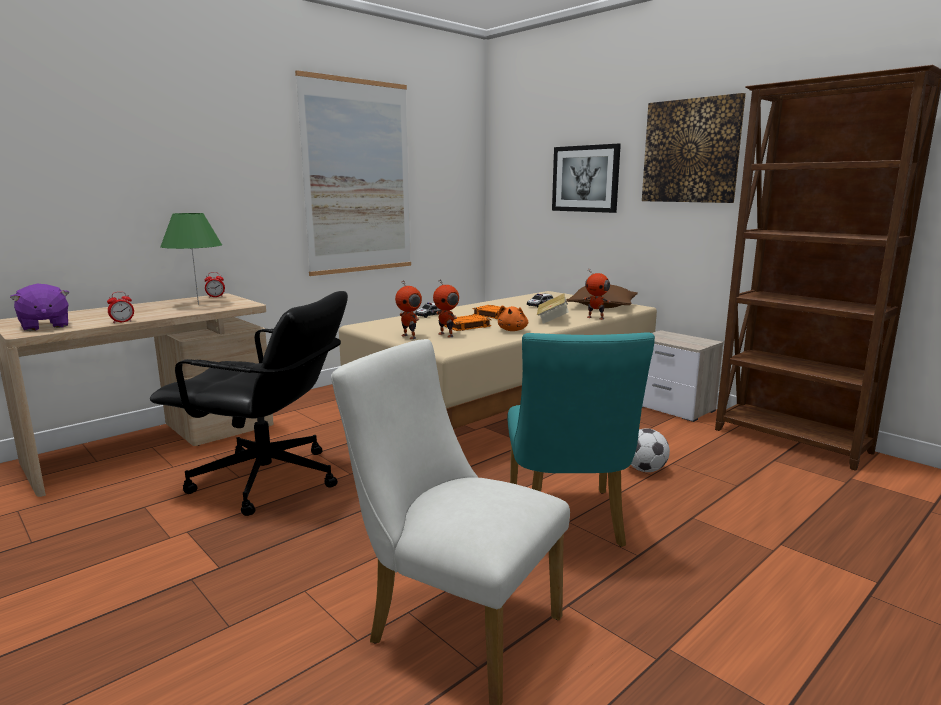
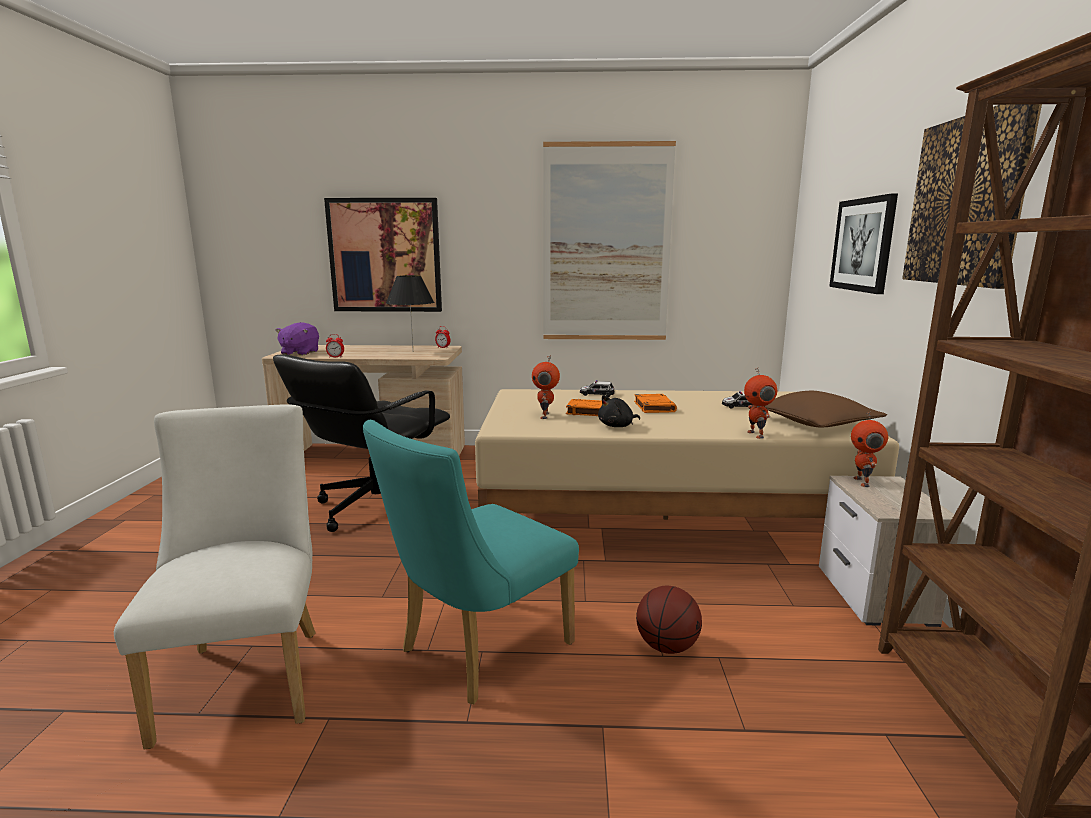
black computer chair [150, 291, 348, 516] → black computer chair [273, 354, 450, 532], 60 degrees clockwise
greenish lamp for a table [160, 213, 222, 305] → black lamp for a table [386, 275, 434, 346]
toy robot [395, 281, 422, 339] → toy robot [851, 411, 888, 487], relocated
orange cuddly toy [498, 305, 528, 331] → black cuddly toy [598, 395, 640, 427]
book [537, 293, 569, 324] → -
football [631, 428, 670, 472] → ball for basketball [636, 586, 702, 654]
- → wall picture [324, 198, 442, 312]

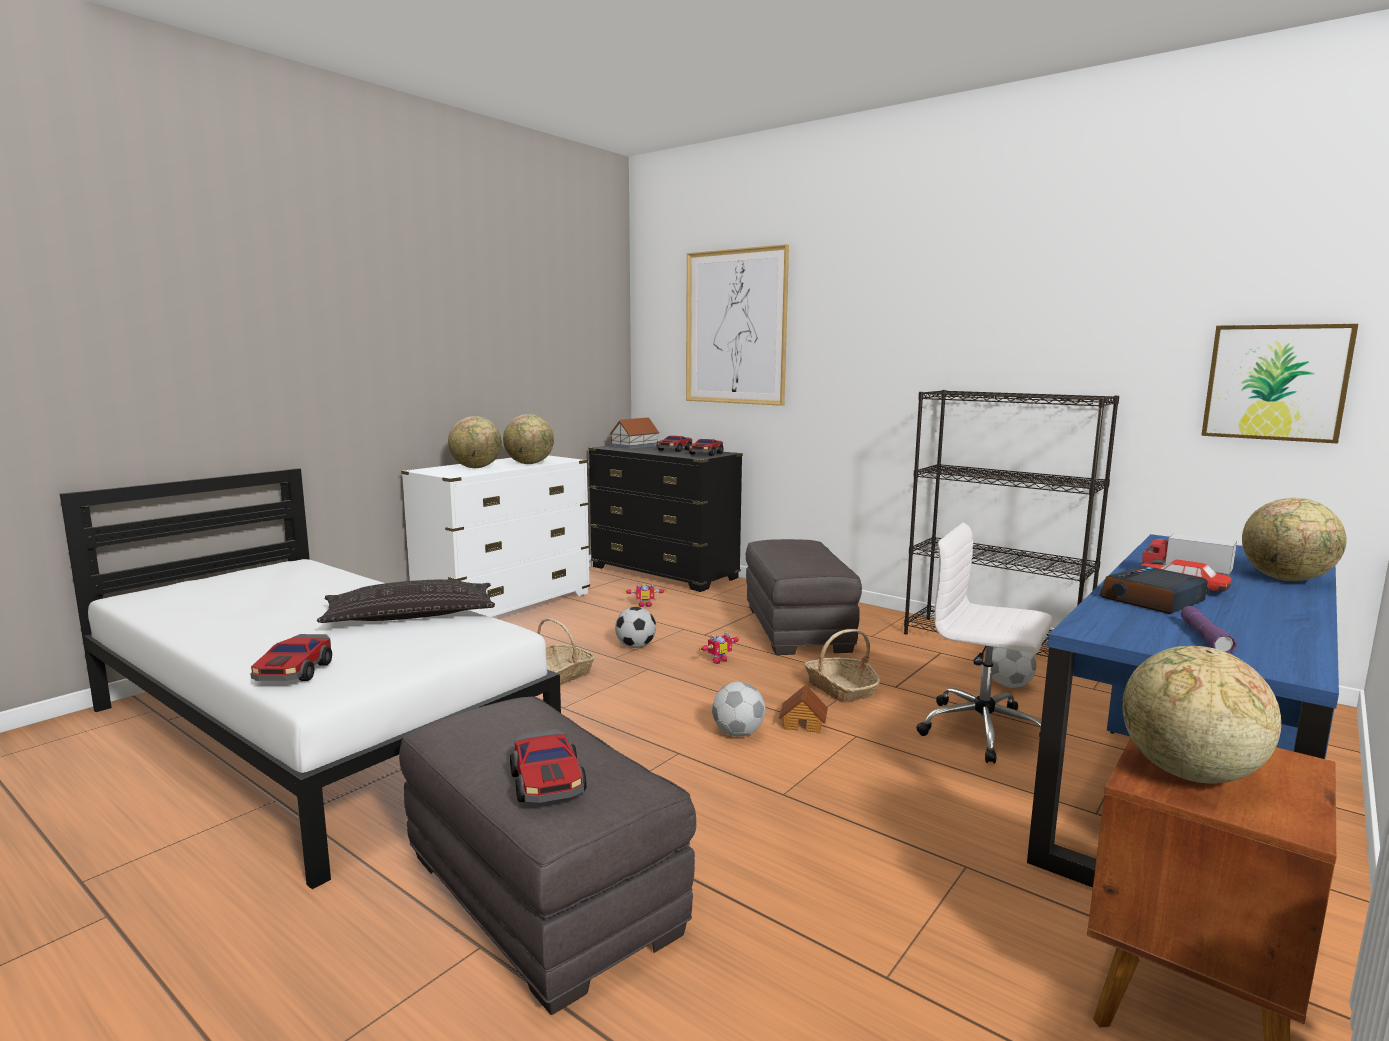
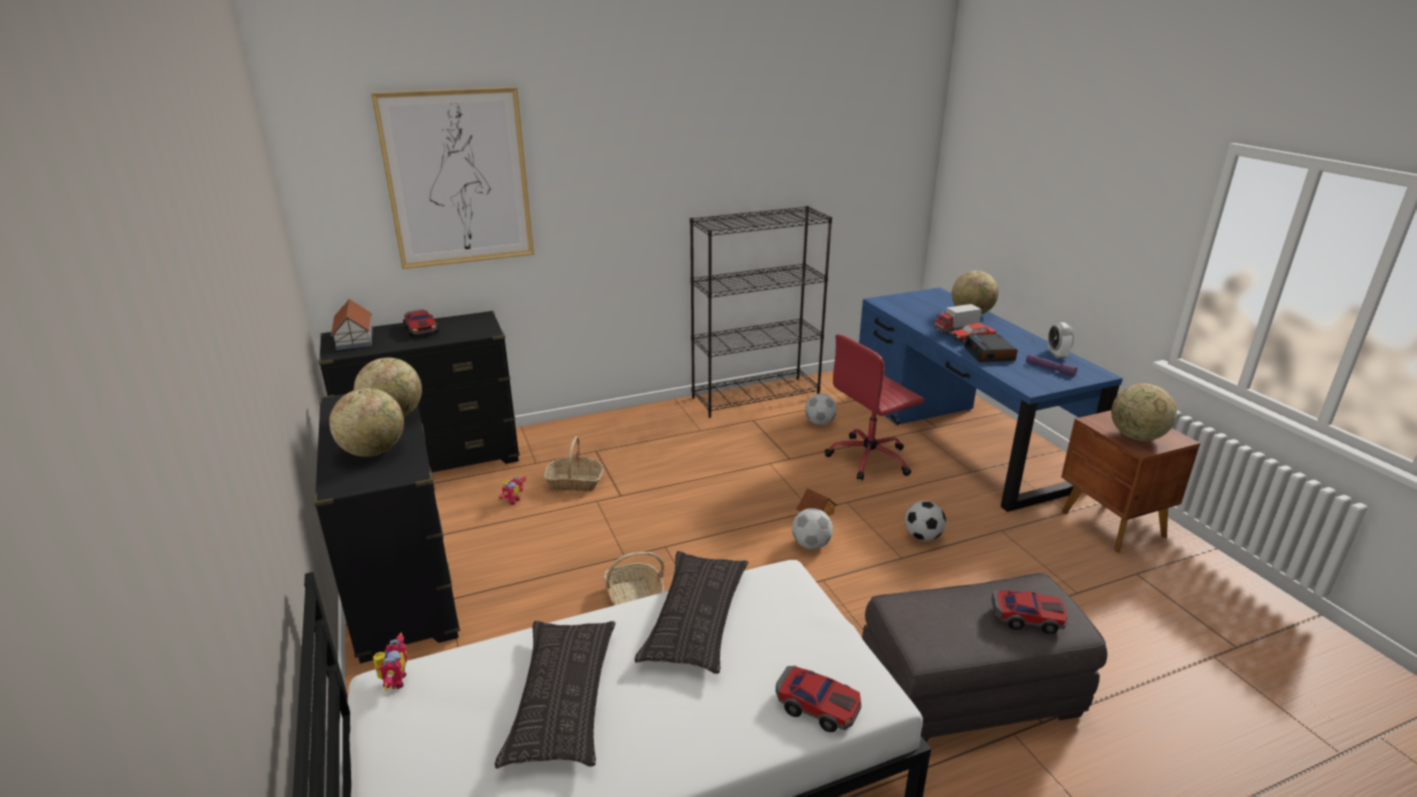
white-coloured chest of drawers [401, 455, 590, 617] → black chest of drawers [314, 394, 460, 663]
football [615, 607, 656, 648] → football [905, 501, 946, 541], relocated
model car [689, 439, 723, 456] → -
toy robot [699, 632, 740, 664] → toy robot [373, 632, 408, 692], relocated
greyish footrest [746, 539, 862, 655] → -
storage basket [804, 629, 880, 703] → storage basket [544, 436, 603, 491], relocated
white-coloured computer chair [917, 523, 1052, 764] → red-coloured computer chair [825, 334, 924, 481]
wall picture [1201, 324, 1358, 444] → -
- → cushion [495, 621, 615, 769]
- → alarm clock [1048, 323, 1074, 358]

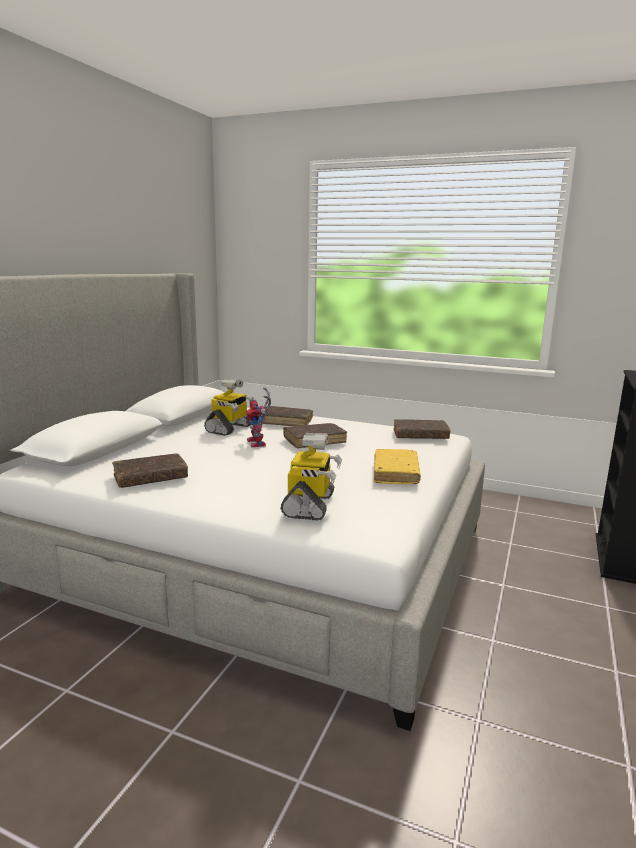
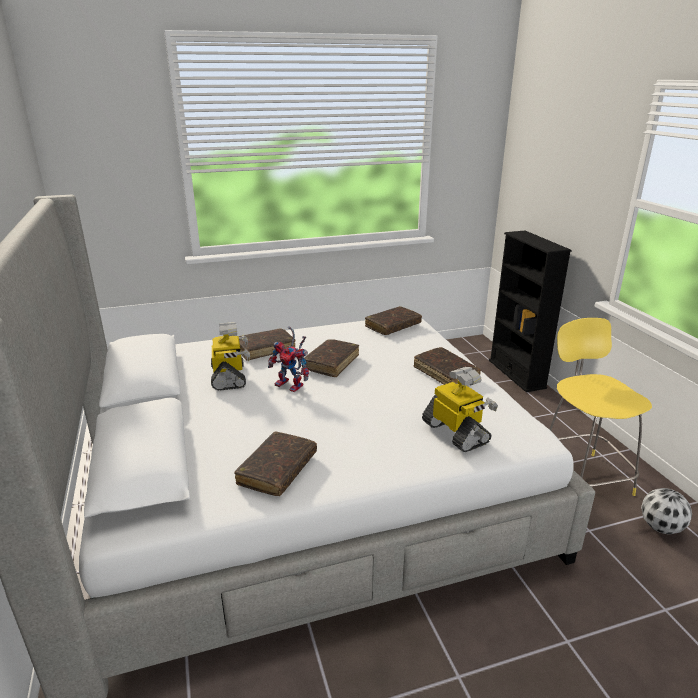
yellow book [374, 449, 421, 484] → brown book [413, 347, 481, 385]
- → yellow stool [549, 318, 652, 496]
- → football [641, 488, 692, 534]

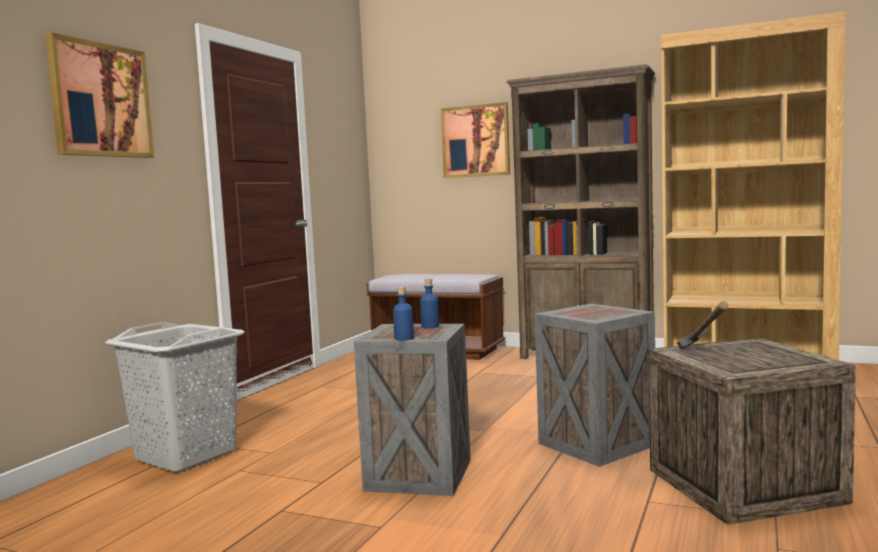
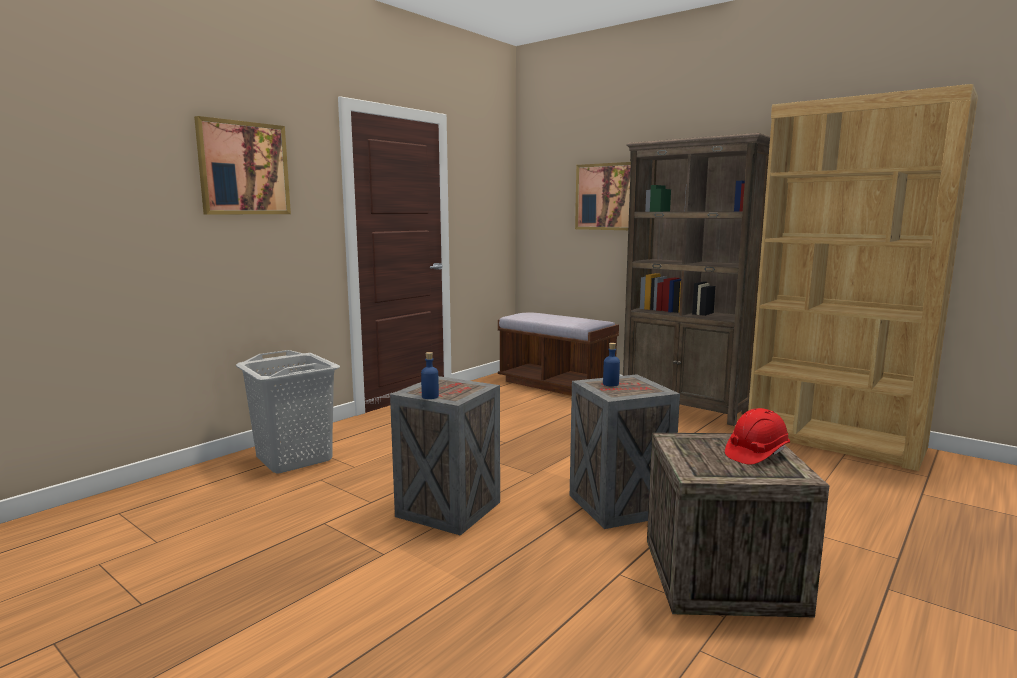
blue-coloured beverage bottle [420, 279, 439, 328] → blue-coloured beverage bottle [603, 343, 620, 387], relocated
hand hammer [677, 301, 728, 349] → -
- → red-coloured safety helmet [725, 408, 790, 465]

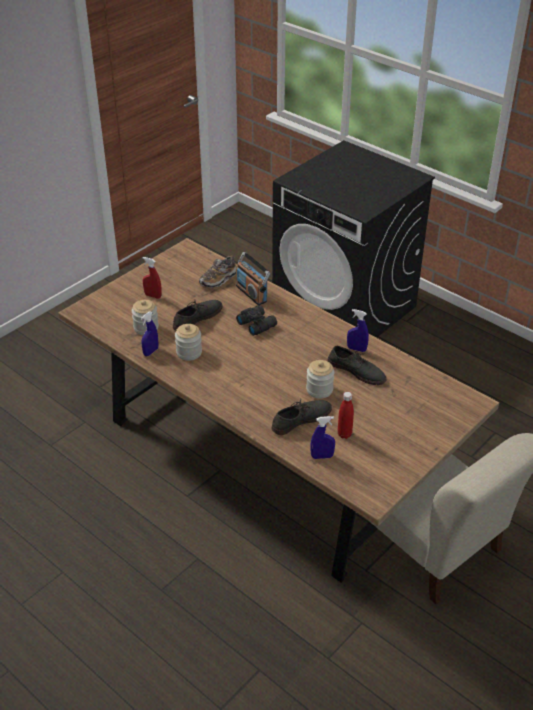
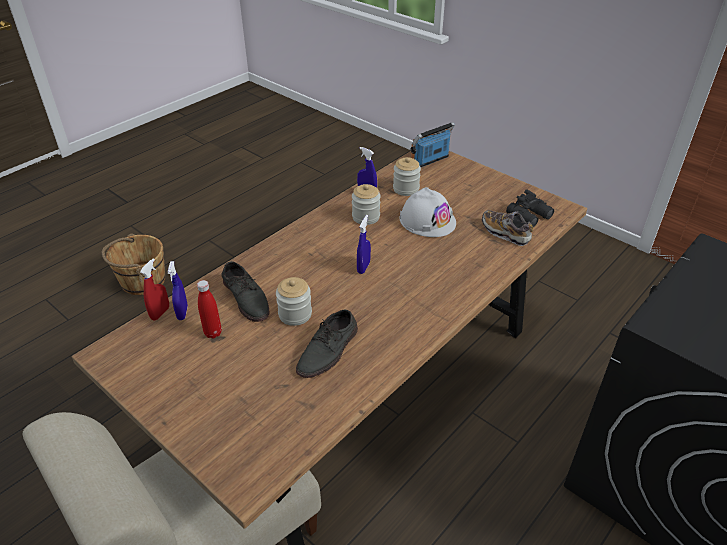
red-coloured spray bottle [142, 257, 162, 299] → red-coloured spray bottle [140, 258, 169, 321], relocated
greyish low shoe [173, 300, 223, 331] → white-coloured safety helmet [399, 187, 456, 237]
radio receiver [236, 252, 270, 305] → radio receiver [411, 122, 455, 167], relocated
black pair of binoculars [236, 305, 277, 336] → black pair of binoculars [506, 189, 554, 227], relocated
blue-coloured spray bottle [347, 309, 369, 352] → blue-coloured spray bottle [357, 215, 371, 274], relocated
- → brown water bucket [102, 234, 165, 295]

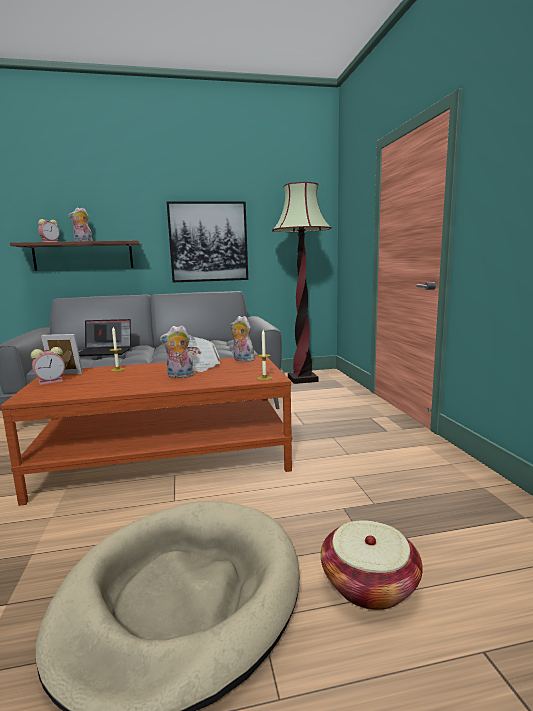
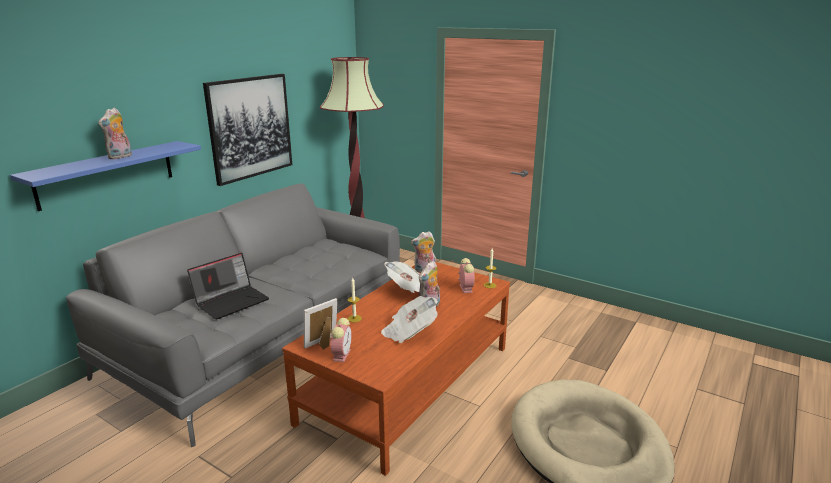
brown shelf [10, 241, 141, 271] → blue-coloured shelf [10, 141, 201, 211]
alarm clock [38, 219, 60, 242] → alarm clock [458, 258, 475, 293], relocated
storage basket [321, 520, 423, 610] → -
- → newspaper [381, 296, 438, 343]

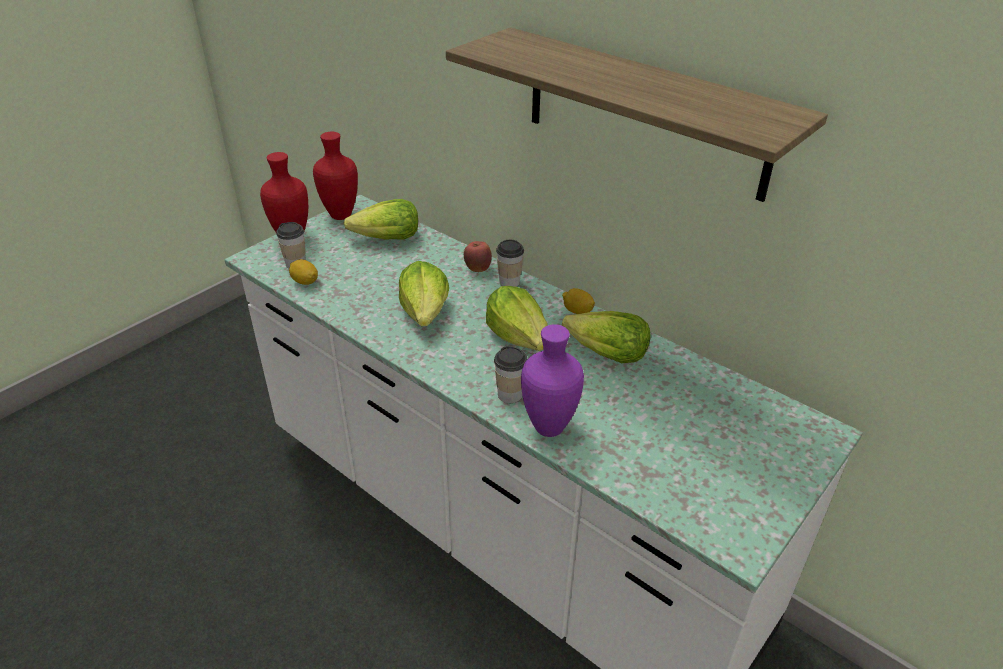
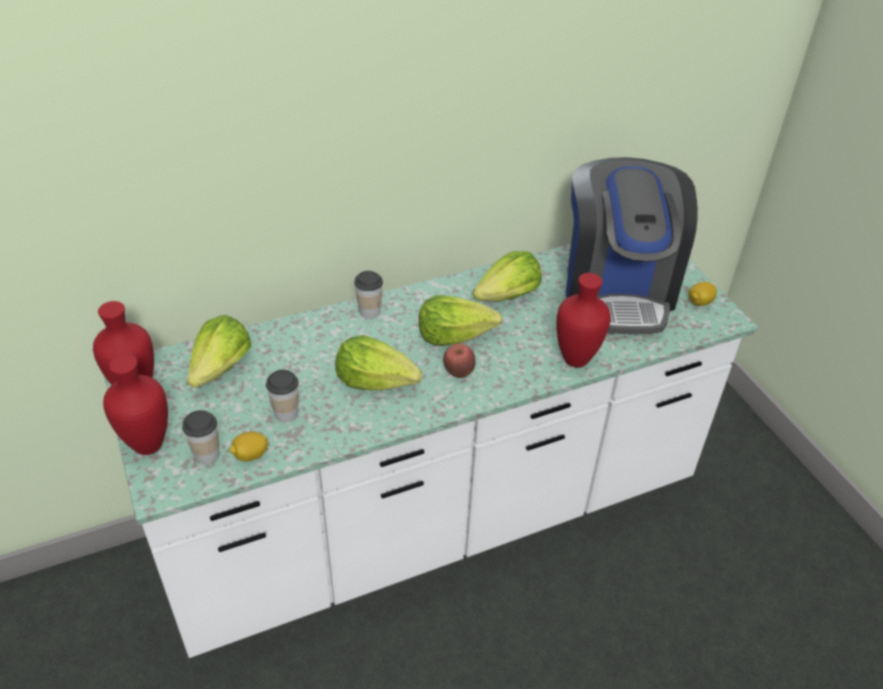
shelf [446, 27, 828, 202] → -
apple fruit [464, 241, 492, 272] → apple fruit [443, 344, 476, 378], relocated
small cup [494, 346, 528, 403] → small cup [266, 370, 299, 422], relocated
purplish flower vase [521, 324, 584, 437] → red-coloured flower vase [556, 273, 611, 368]
whole lemon [562, 288, 595, 314] → whole lemon [689, 282, 717, 306], relocated
- → coffee brewer [566, 157, 698, 334]

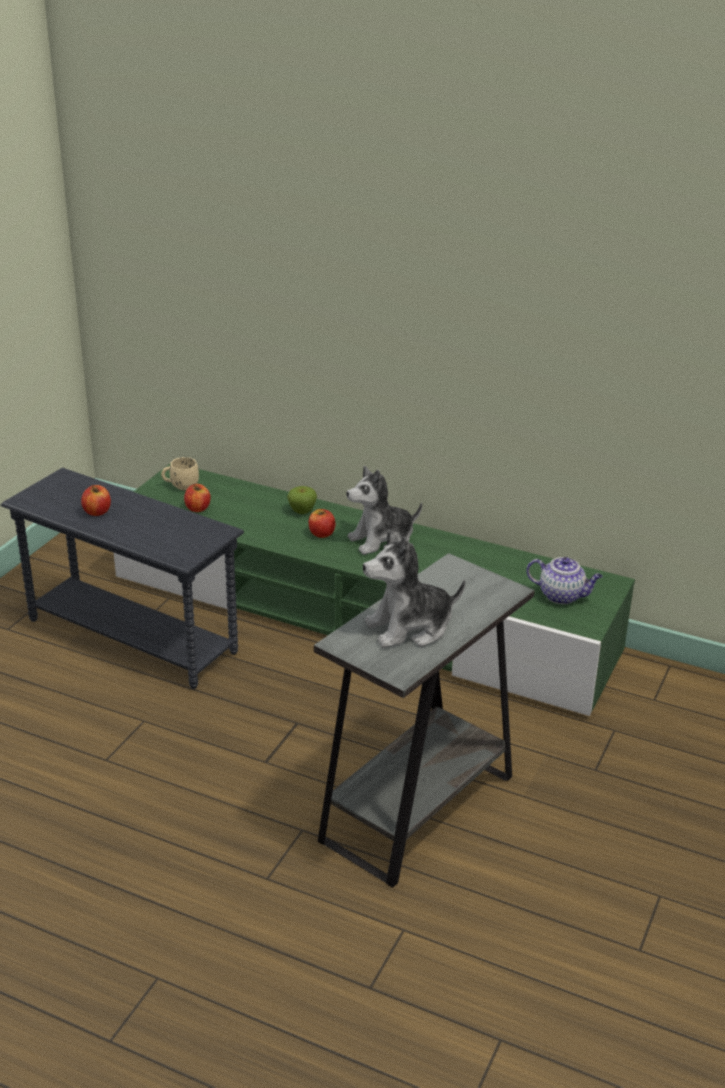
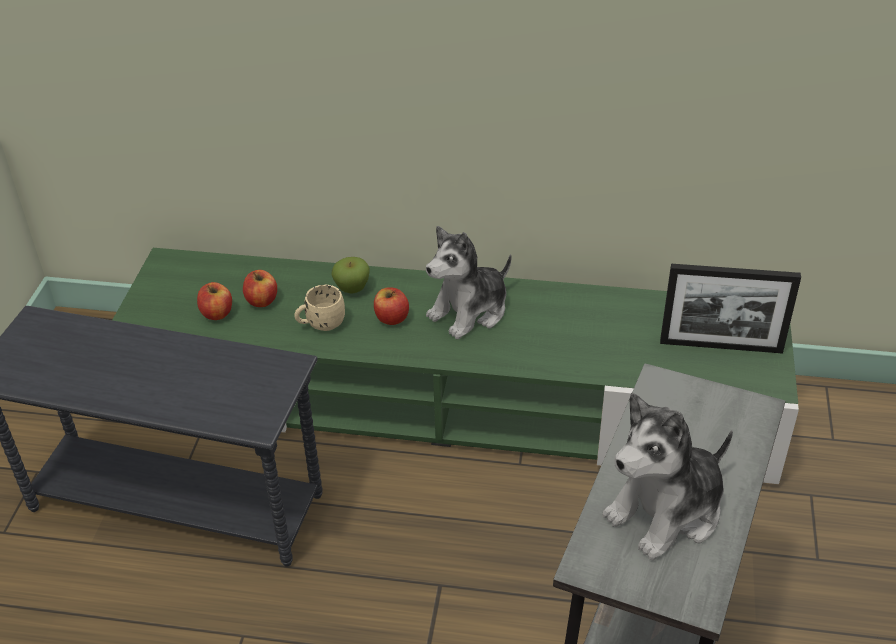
apple fruit [81, 485, 111, 516] → apple fruit [243, 270, 277, 307], relocated
beige mug [161, 457, 199, 490] → beige mug [294, 285, 345, 331], relocated
tea pot [526, 557, 603, 604] → picture frame [660, 264, 801, 354]

